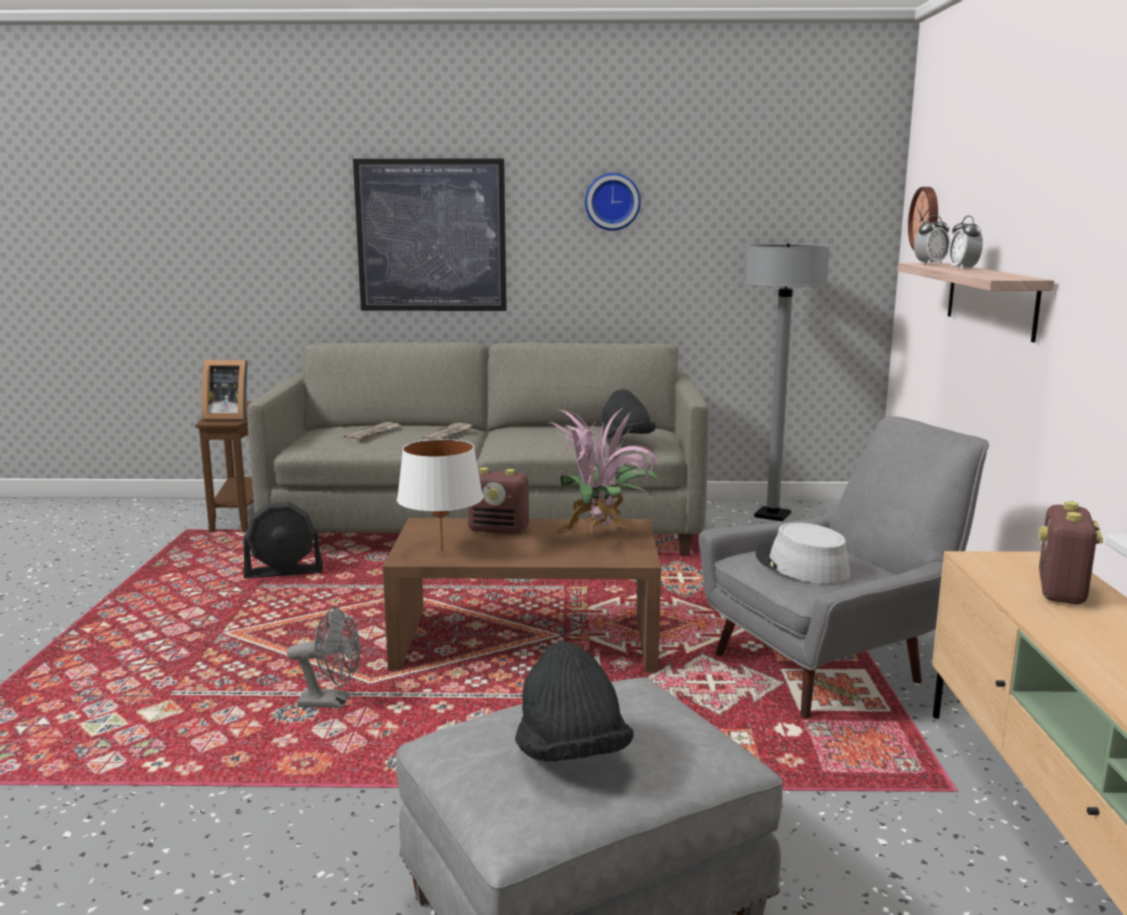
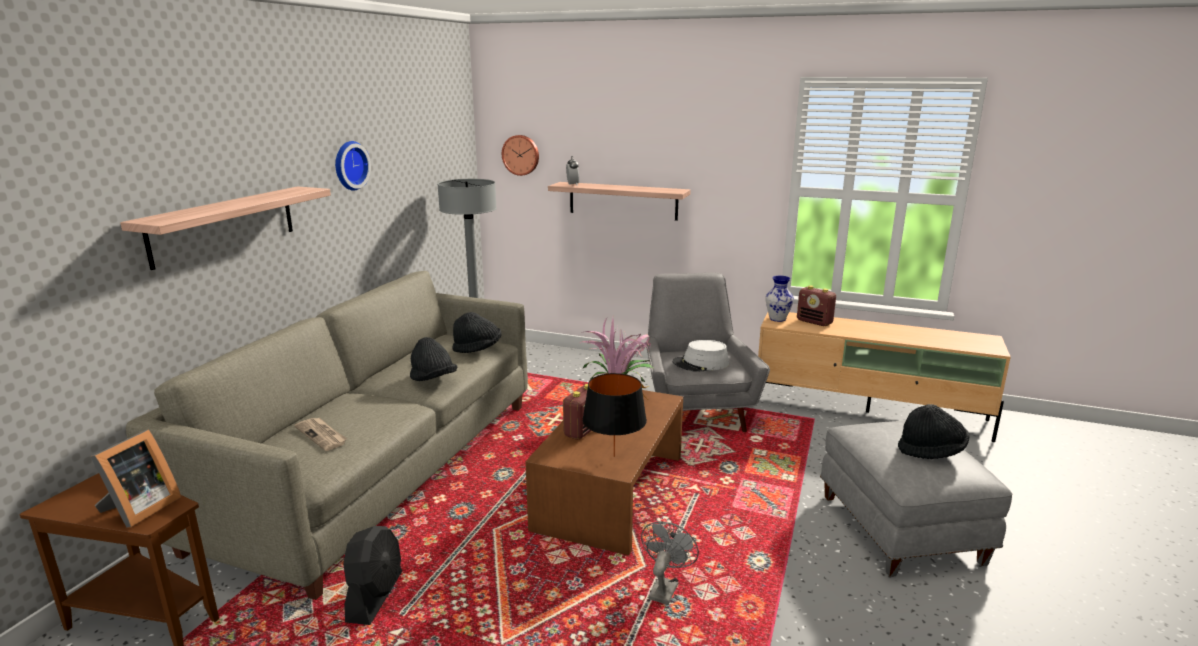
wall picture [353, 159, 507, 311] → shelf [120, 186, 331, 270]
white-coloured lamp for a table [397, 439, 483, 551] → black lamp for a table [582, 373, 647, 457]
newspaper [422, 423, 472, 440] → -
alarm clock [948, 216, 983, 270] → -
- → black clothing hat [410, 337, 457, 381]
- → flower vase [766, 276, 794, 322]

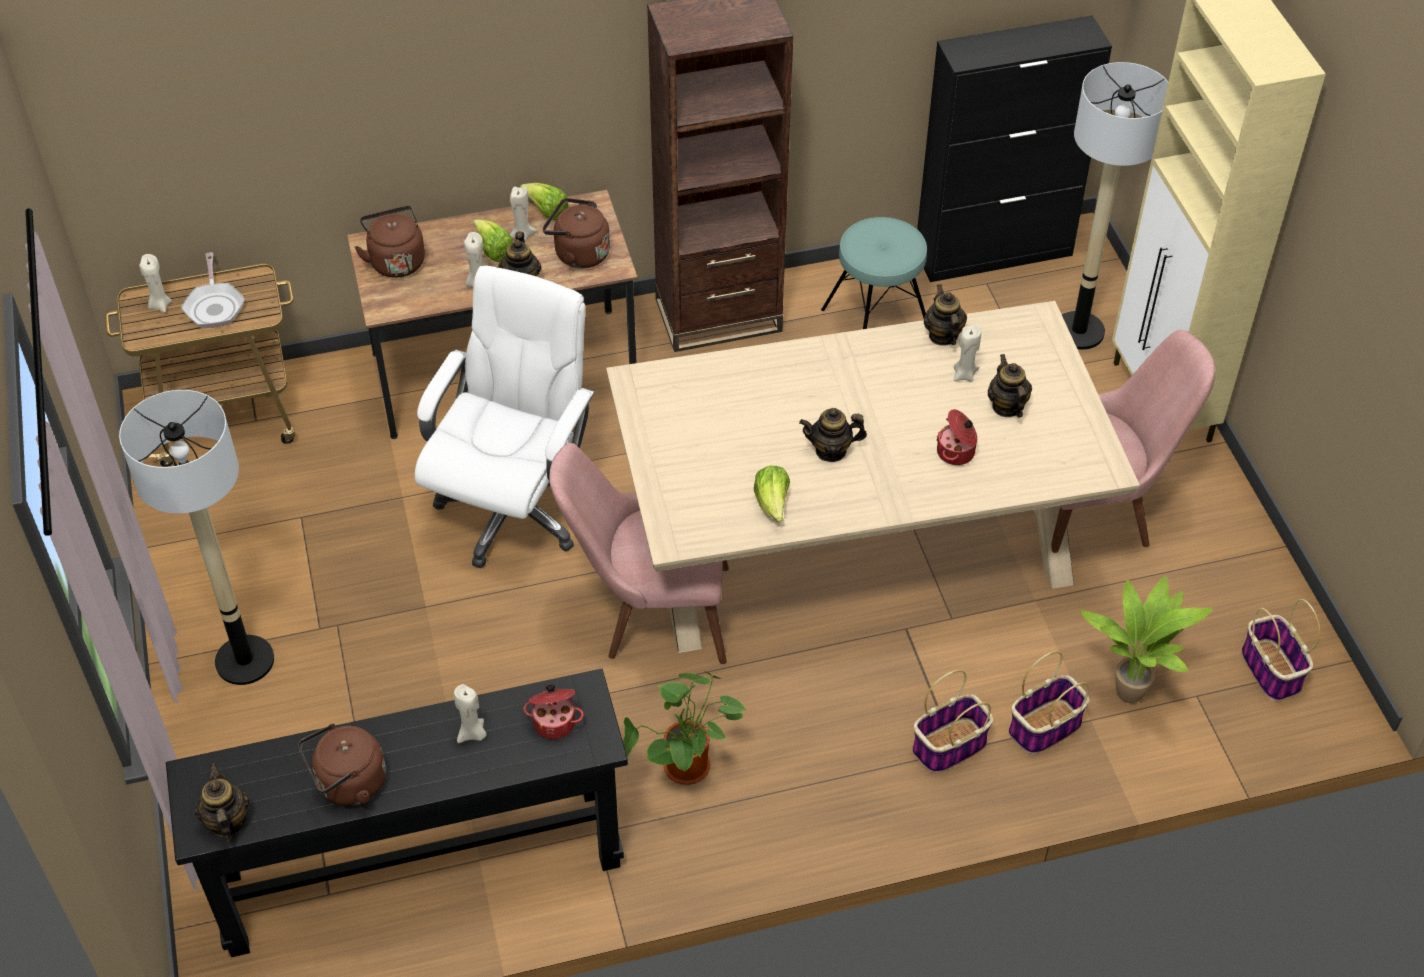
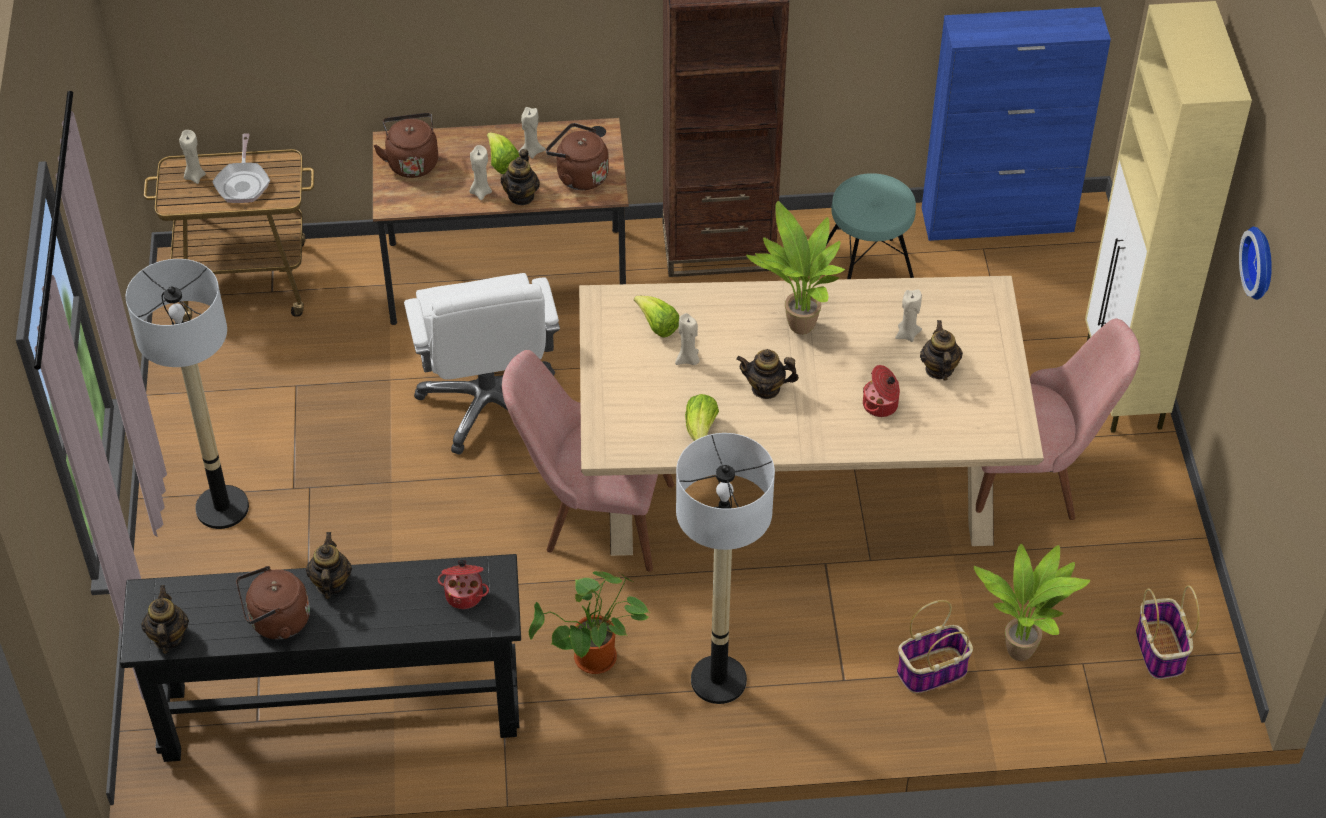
white-coloured computer chair [415, 265, 595, 568] → white-coloured computer chair [404, 273, 560, 455], 135 degrees clockwise
beige candle [454, 684, 487, 743] → beige candle [675, 313, 700, 365], relocated
lettuce head [520, 183, 568, 220] → lettuce head [634, 296, 679, 337], relocated
storage basket [912, 670, 993, 773] → -
black cupboard [917, 15, 1112, 282] → blue-coloured cupboard [922, 7, 1111, 241]
tea pot [924, 284, 967, 346] → tea pot [306, 532, 352, 599], relocated
floor lamp [1062, 62, 1168, 350] → floor lamp [676, 433, 775, 704], relocated
- → plant in a pot [746, 201, 845, 335]
- → clock on the wall [1239, 227, 1272, 300]

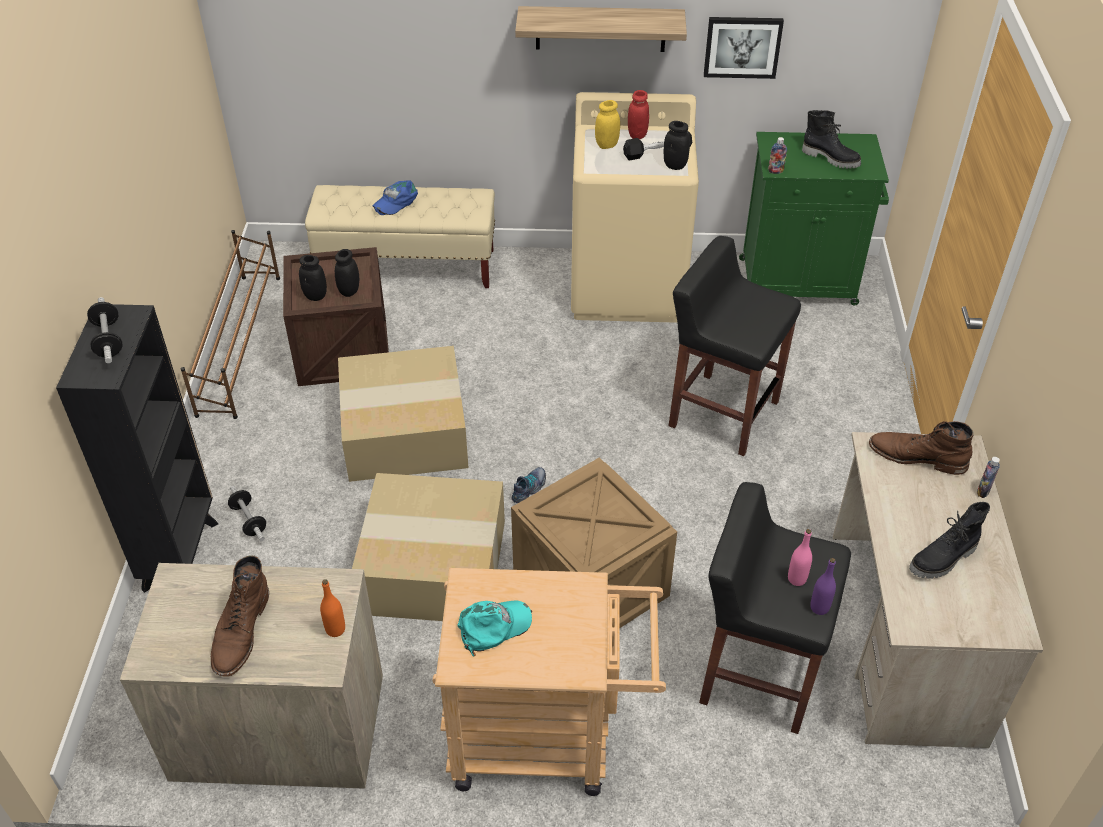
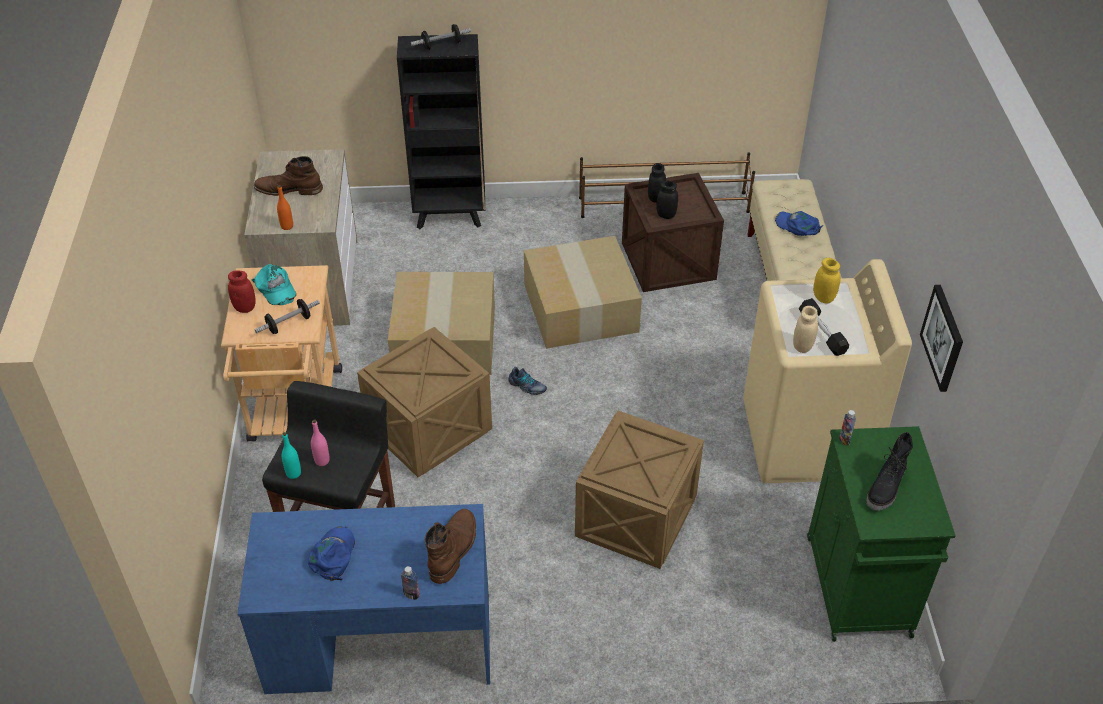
dumbbell [228, 486, 266, 541] → dumbbell [254, 299, 320, 334], relocated
shelf [515, 6, 687, 52] → -
red-coloured jar [628, 90, 649, 139] → red-coloured jar [228, 270, 256, 313], relocated
black jar [663, 121, 690, 170] → beige jar [793, 306, 818, 353]
black stool [669, 236, 801, 456] → shipping crate [575, 410, 704, 569]
purplish beverage bottle [810, 558, 836, 615] → blue-green beverage bottle [282, 432, 301, 479]
beige desk table [833, 432, 1043, 748] → blue-coloured desk table [237, 504, 490, 694]
black boot [909, 502, 990, 579] → blue-coloured baseball cap [308, 527, 355, 581]

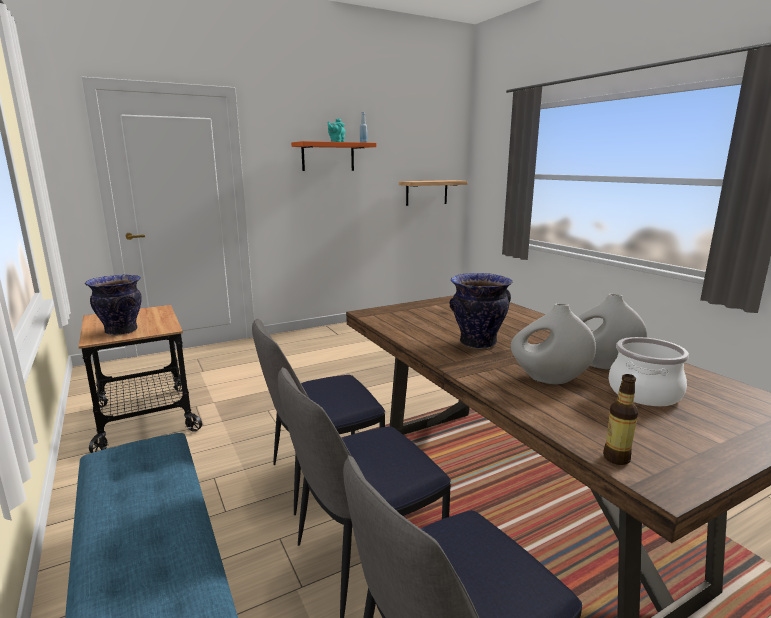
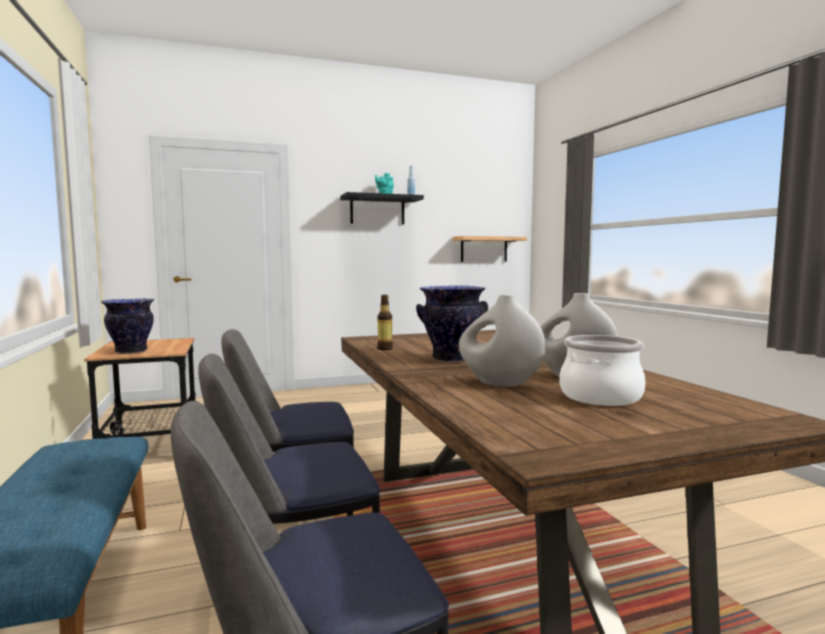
orange shelf [291, 141, 376, 171] → black shelf [340, 192, 424, 225]
beverage bottle [603, 374, 638, 465] → beverage bottle [377, 295, 393, 350], relocated

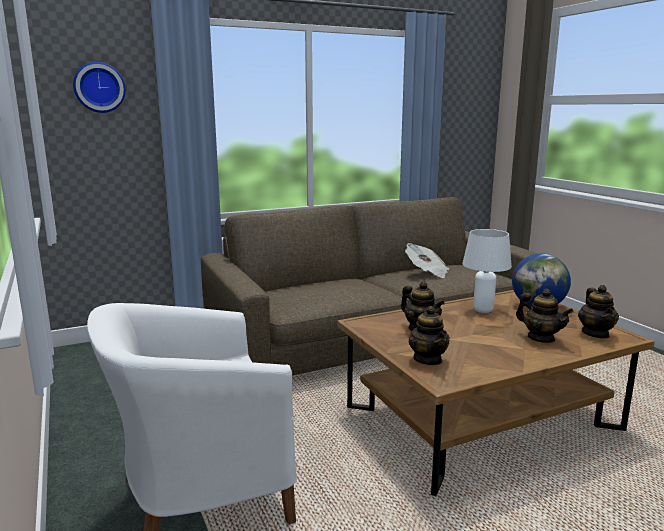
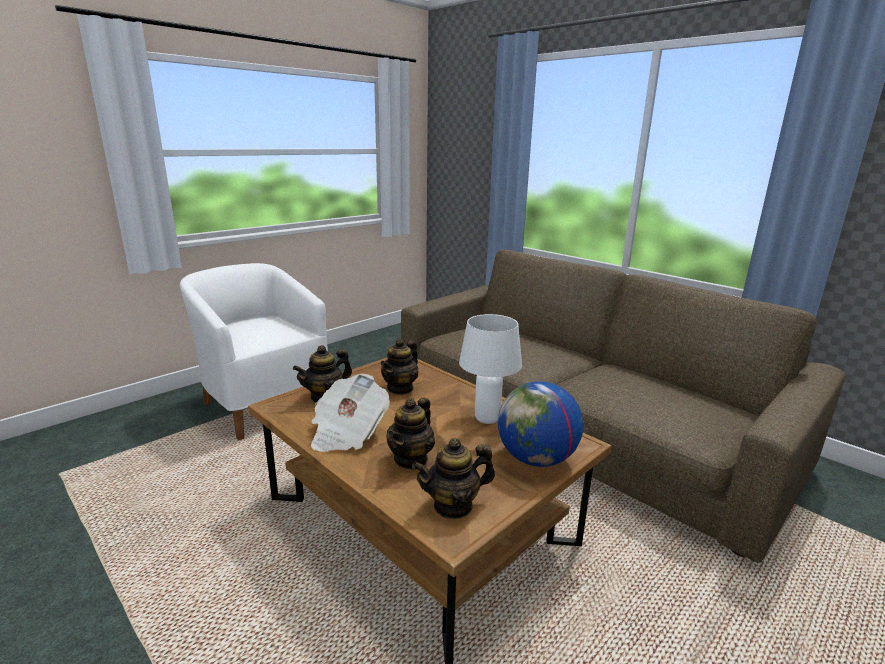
clock on the wall [73, 62, 126, 113] → -
newspaper [405, 243, 449, 278] → newspaper [311, 374, 390, 452], relocated

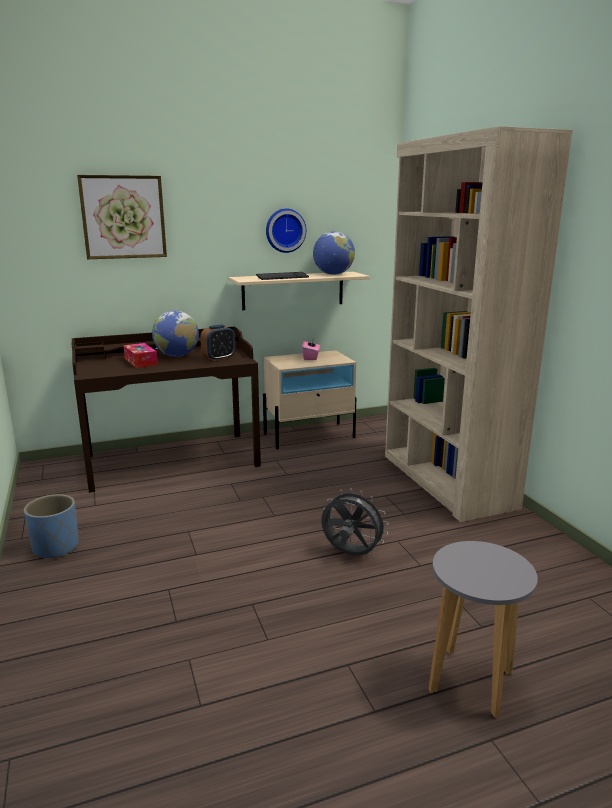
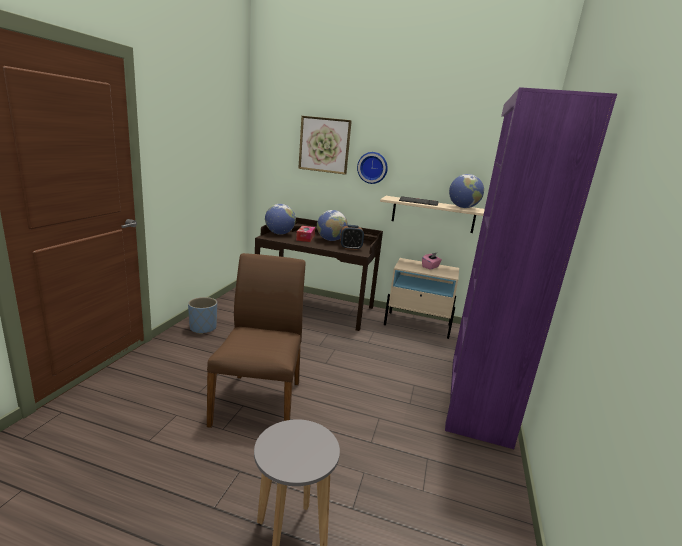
clock on the wall [266, 209, 306, 253] → clock on the wall [357, 152, 388, 184], relocated
greyish fan [321, 488, 389, 556] → -
beige bookshelf [385, 126, 573, 522] → purplish bookshelf [445, 87, 617, 449]
- → brown chair [207, 253, 306, 428]
- → globe [265, 204, 296, 235]

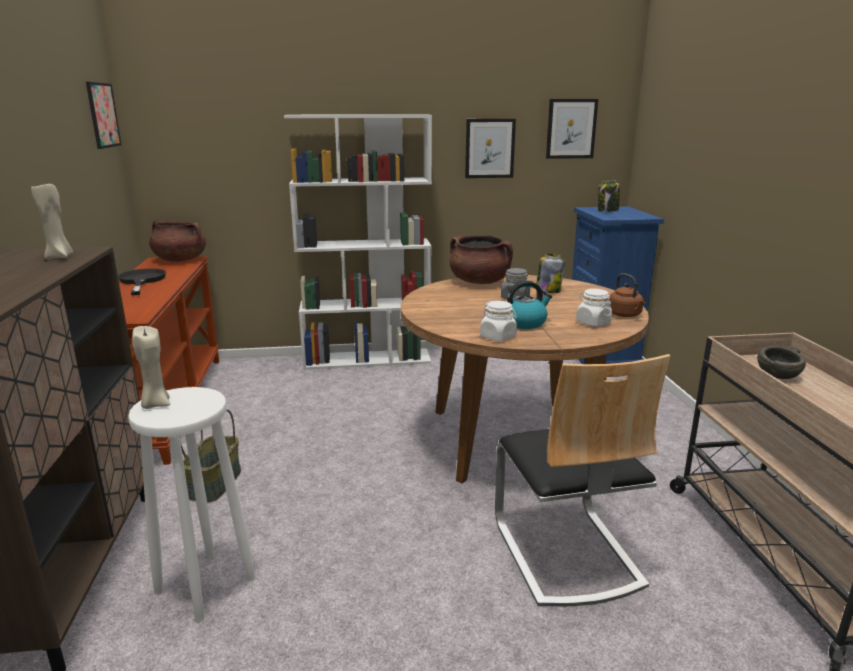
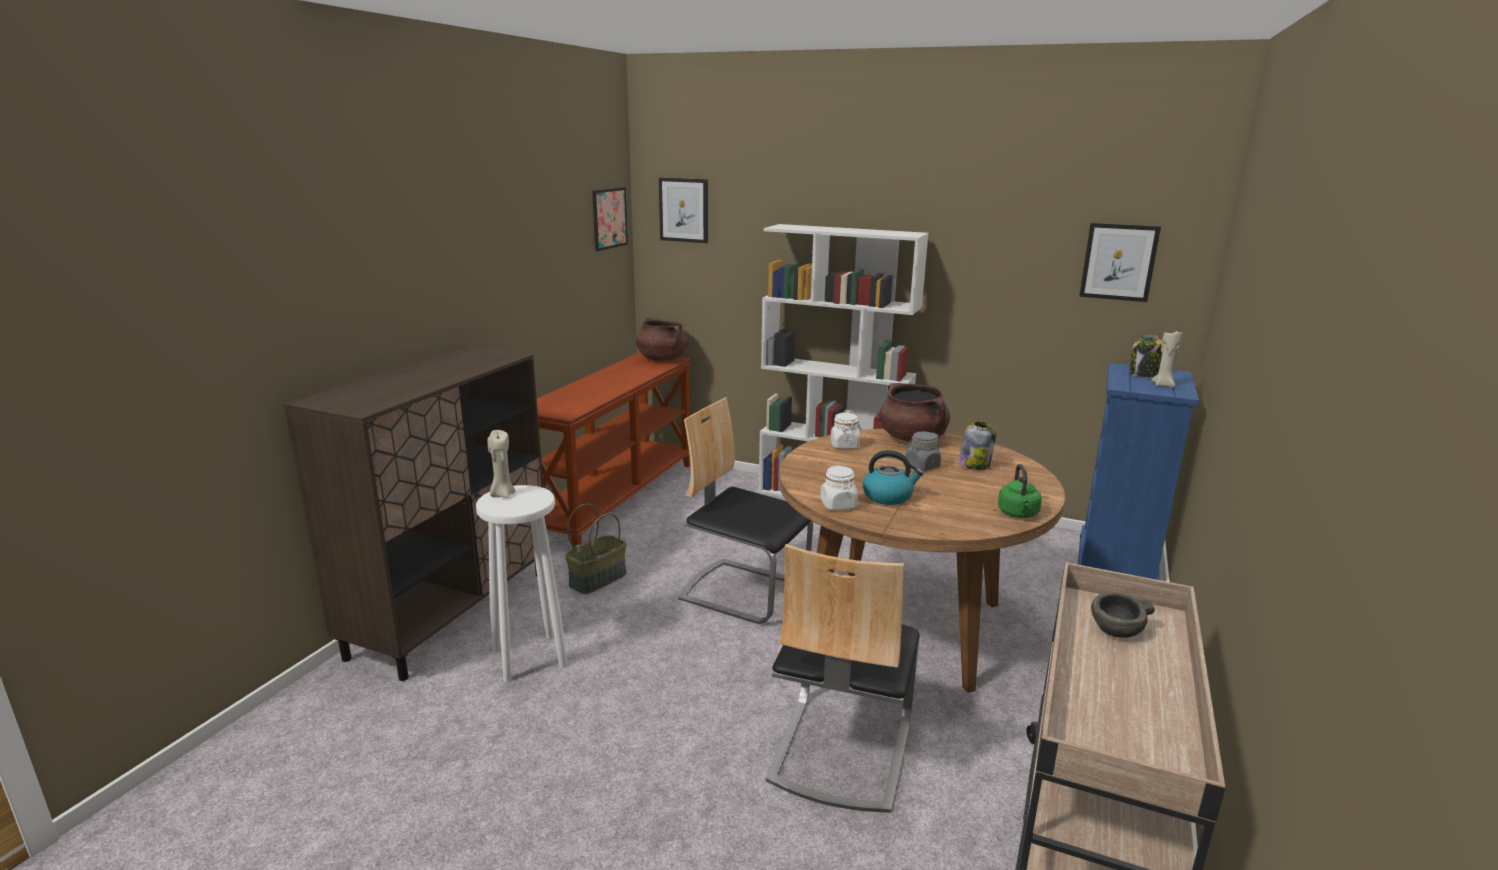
beige candle [31, 183, 73, 260] → beige candle [1151, 331, 1183, 387], relocated
black frying pan [118, 268, 166, 295] → -
wall picture [465, 119, 516, 178] → wall picture [659, 178, 708, 243], relocated
white-coloured jar [576, 289, 612, 327] → white-coloured jar [831, 413, 860, 449], relocated
brown water kettle [608, 273, 646, 317] → greenish water kettle [998, 464, 1042, 518]
- → chair [678, 398, 813, 624]

